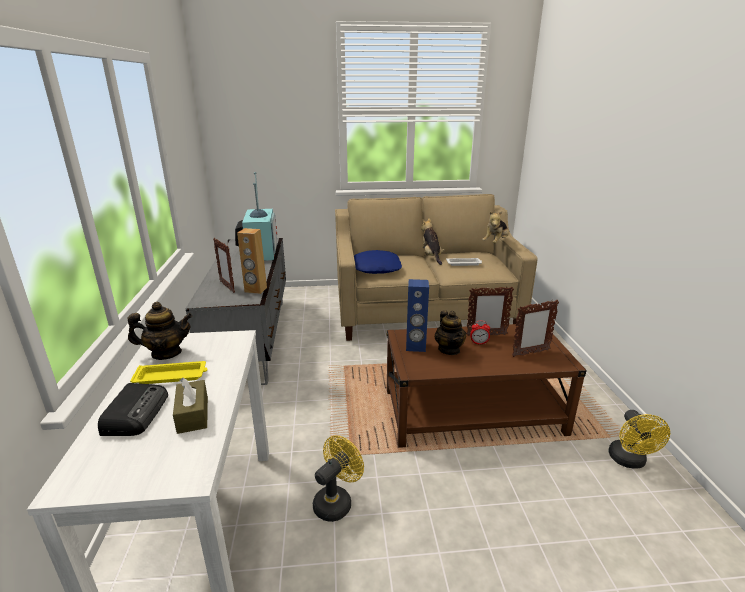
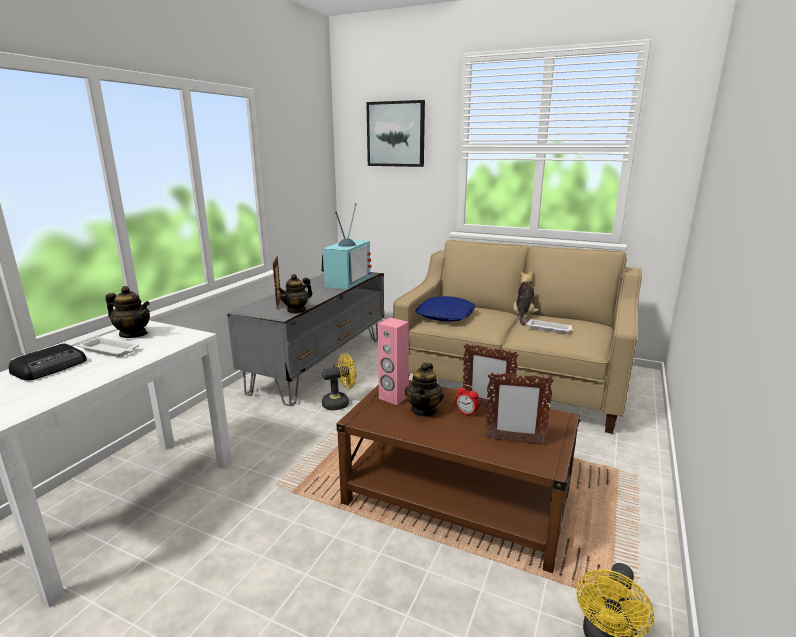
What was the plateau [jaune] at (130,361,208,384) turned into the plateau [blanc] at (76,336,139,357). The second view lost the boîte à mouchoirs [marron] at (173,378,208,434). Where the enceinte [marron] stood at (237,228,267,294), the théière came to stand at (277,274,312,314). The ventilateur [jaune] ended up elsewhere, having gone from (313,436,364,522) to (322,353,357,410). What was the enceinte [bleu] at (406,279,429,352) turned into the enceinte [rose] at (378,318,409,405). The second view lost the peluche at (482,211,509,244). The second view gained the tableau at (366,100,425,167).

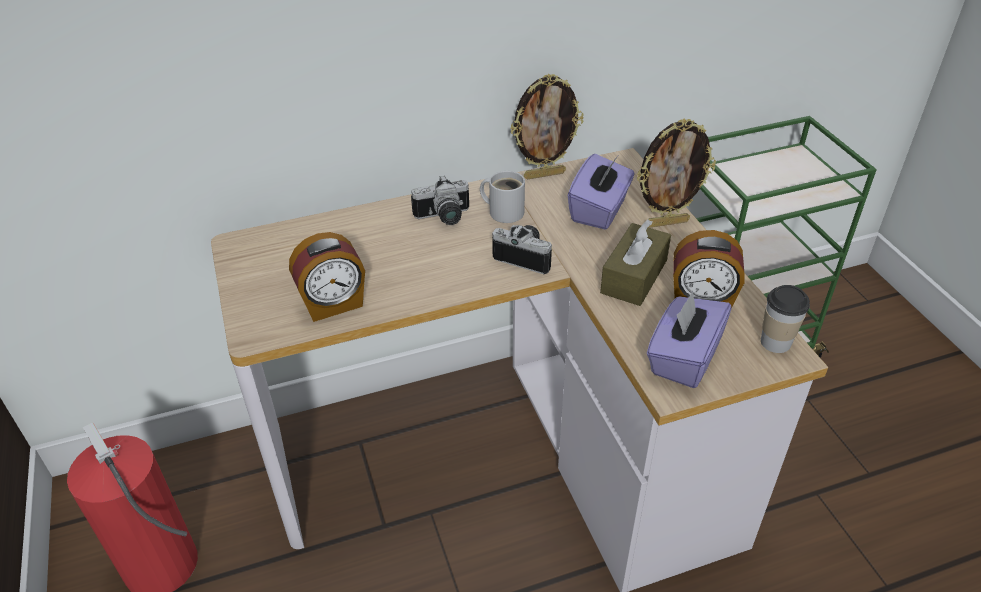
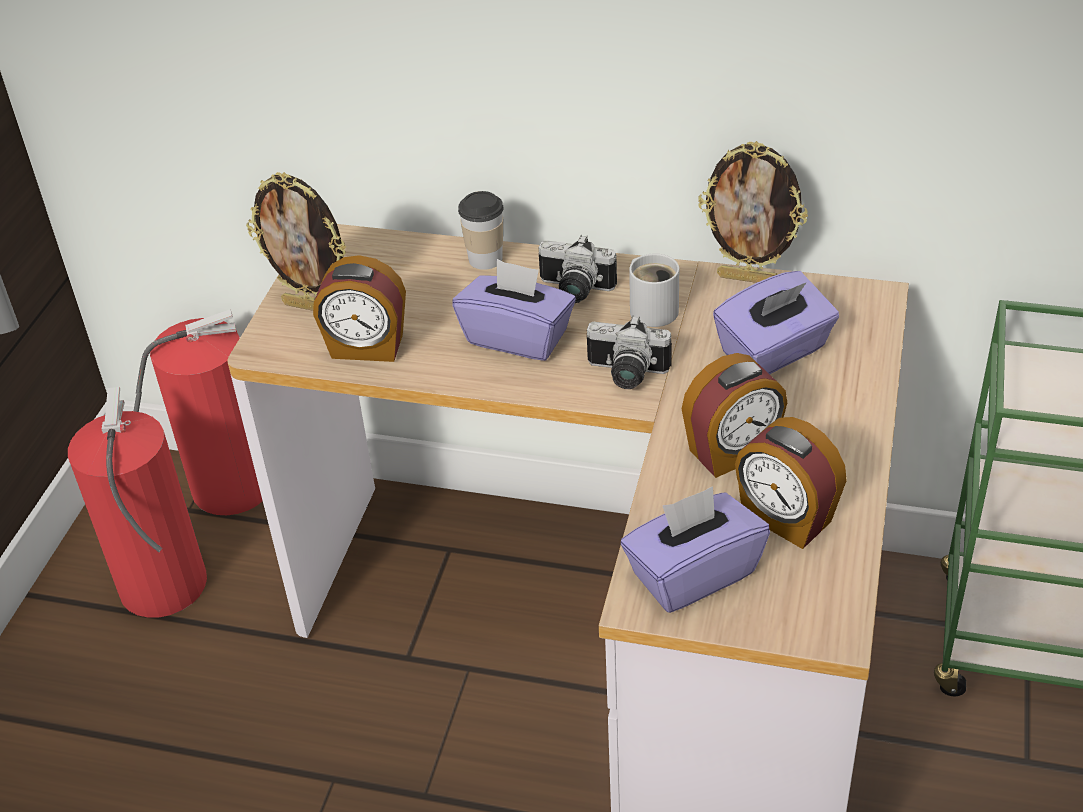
The appareil photo at (492,225,552,274) ended up facing another way, 135 degrees clockwise from before. Where the boîte à mouchoirs [marron] stood at (600,219,671,306), the réveil came to stand at (682,353,787,478). The cadre photo ended up elsewhere, having gone from (637,118,716,228) to (246,172,346,311). The tasse ended up elsewhere, having gone from (761,285,810,353) to (458,191,504,270). The second view gained the extincteur at (134,309,263,515). The second view gained the boîte à mouchoirs [violet] at (453,259,576,361).

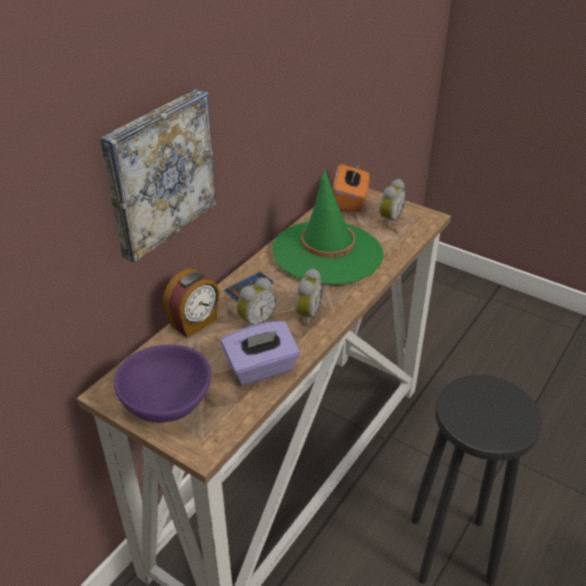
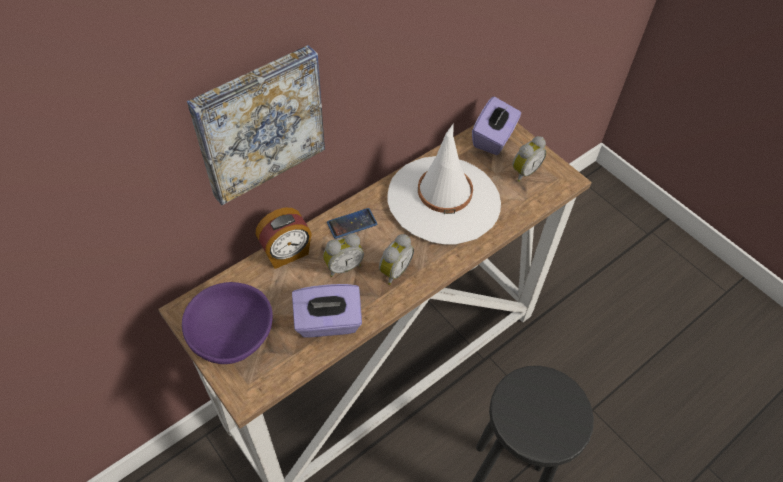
What was the chapeau [vert] at (272,169,384,285) turned into the chapeau [blanc] at (388,123,501,244). What was the boîte à mouchoirs [orange] at (333,164,370,212) turned into the boîte à mouchoirs [violet] at (472,96,521,155).

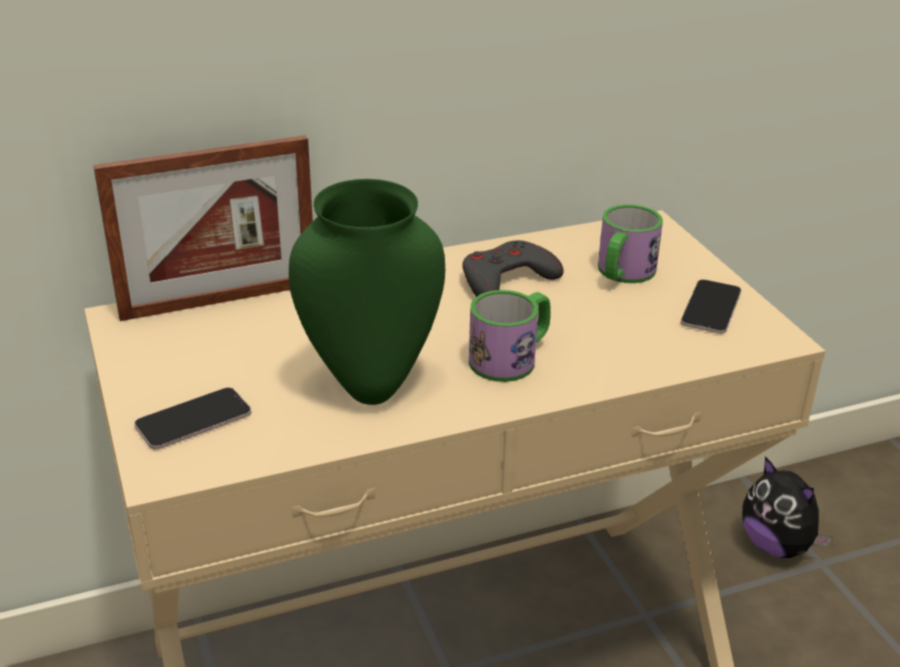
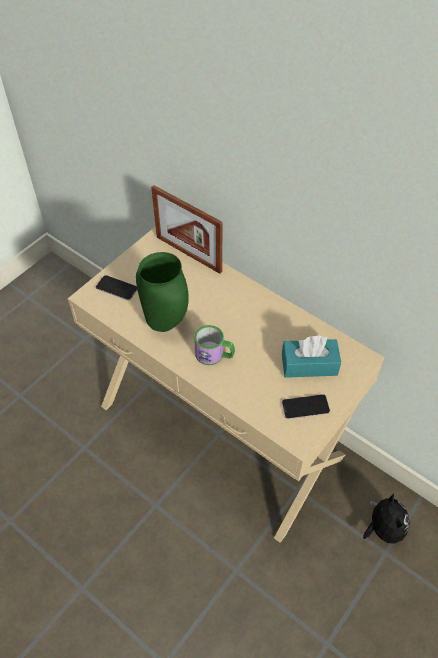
The second view lost the manette [gris] at (462,240,564,297). Where the mug stood at (598,204,663,283), the boîte à mouchoirs [turquoise] came to stand at (282,335,341,378). The peluche at (742,456,832,558) ended up facing another way, 150 degrees clockwise from before.

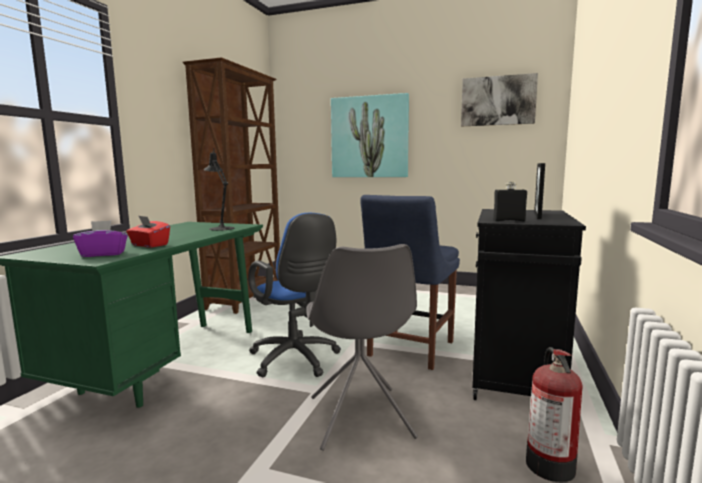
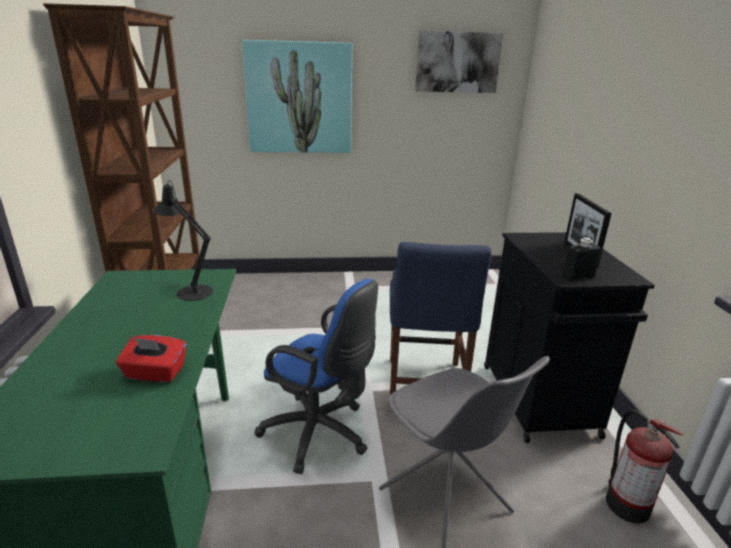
The second view lost the boîte à mouchoirs [violet] at (73,220,128,257).

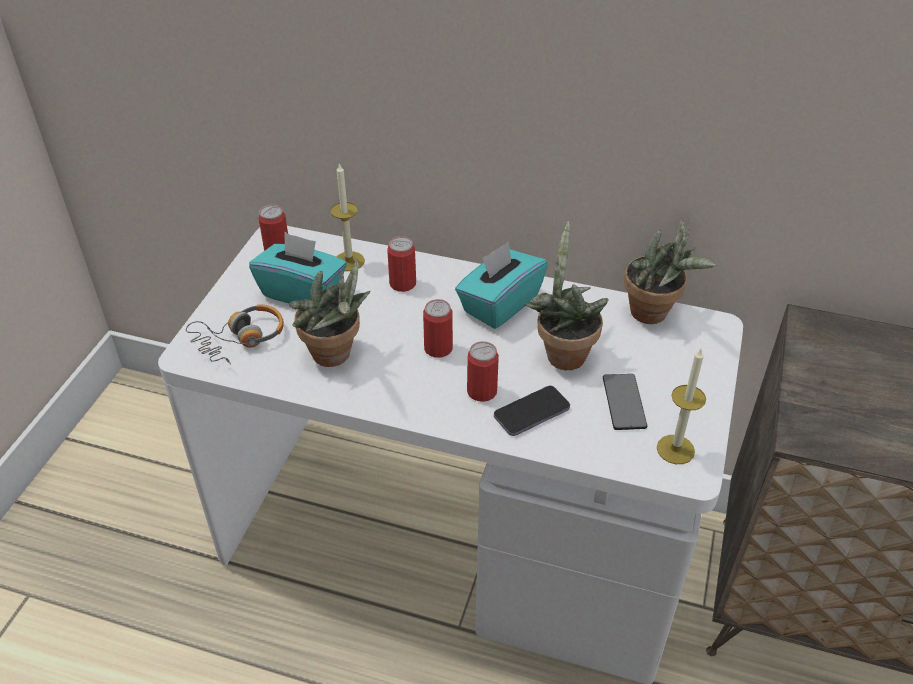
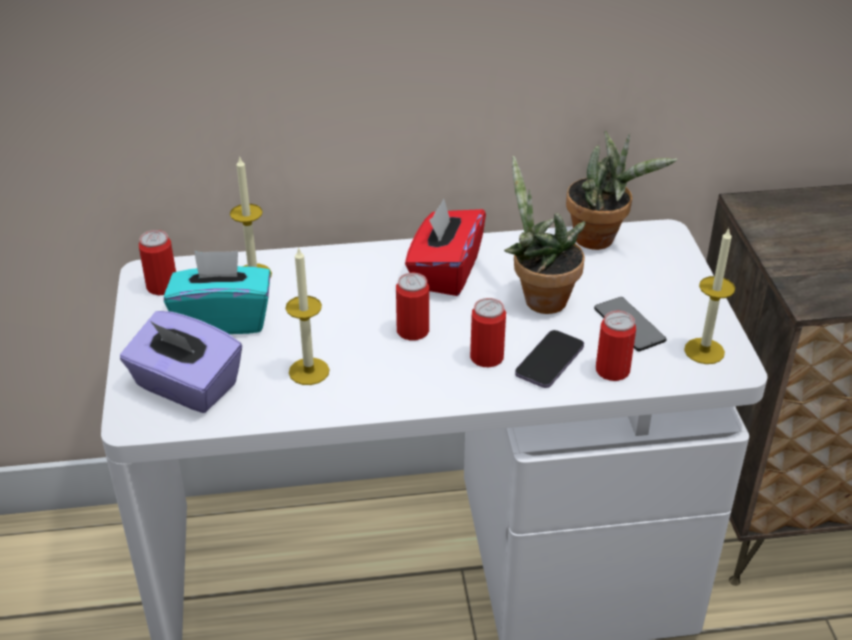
Where the casque audio stood at (186,304,284,365), the boîte à mouchoirs [violet] came to stand at (120,311,242,413). Where the plante en pot stood at (289,258,371,367), the bougie came to stand at (286,247,330,385). The boîte métallique ended up elsewhere, having gone from (387,236,416,292) to (596,311,636,381). What was the boîte à mouchoirs [turquoise] at (455,242,548,329) turned into the boîte à mouchoirs [rouge] at (405,198,486,296).

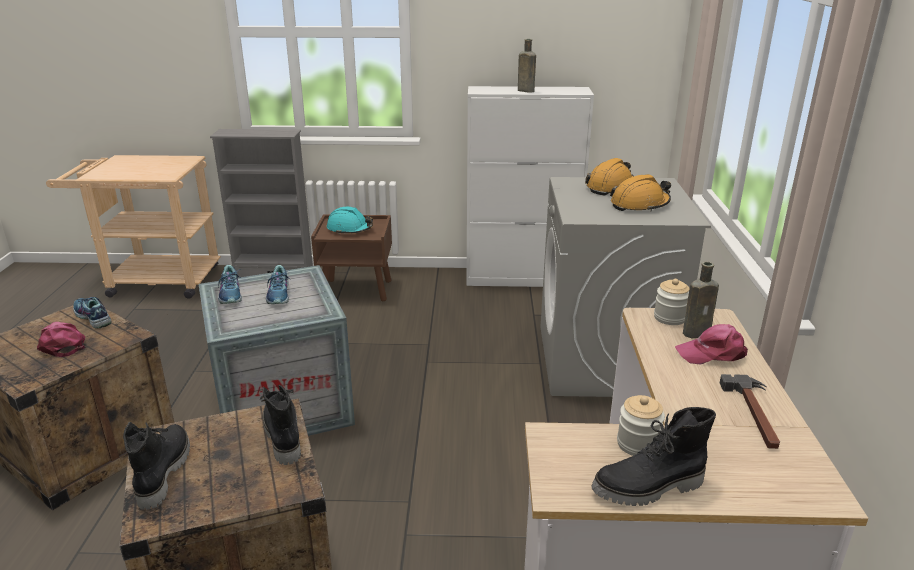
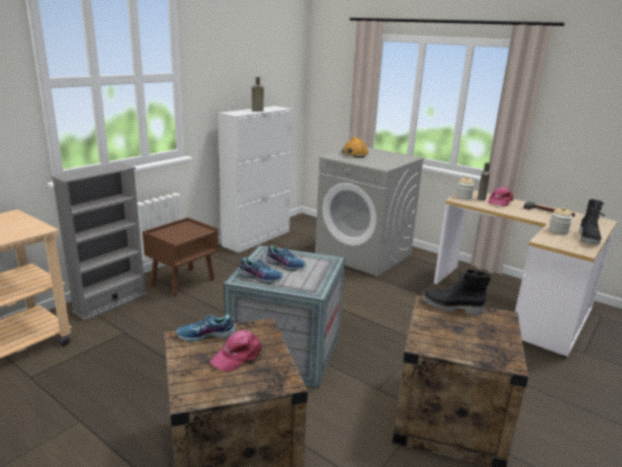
The casquette [rose] at (37,322,85,357) ended up facing another way, 45 degrees counterclockwise from before. The second view lost the botte [noir] at (123,422,190,510). The second view lost the casque de chantier [turquoise] at (327,207,373,235). The second view lost the casque de chantier [orange] at (610,174,671,212).

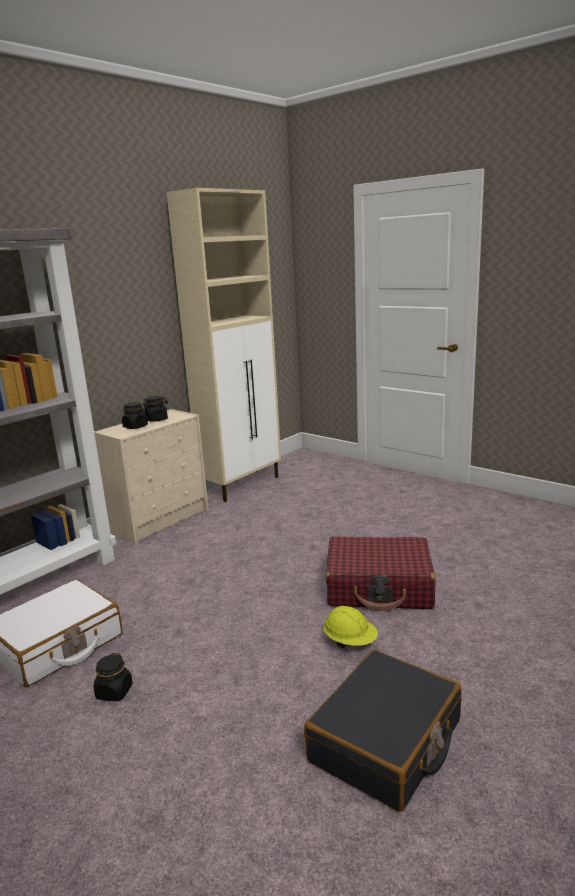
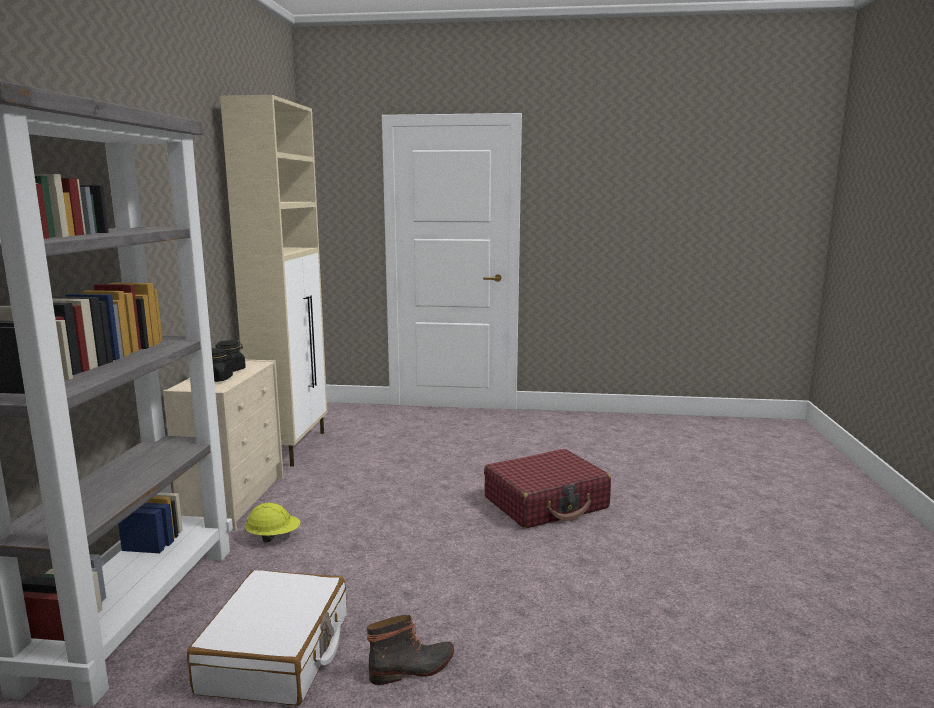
Where the bocal [noir] stood at (94,653,133,701), the botte came to stand at (367,615,454,685). The second view lost the valise [noir] at (304,650,462,812). The casque de chantier [jaune] ended up elsewhere, having gone from (323,606,378,648) to (245,503,301,542).

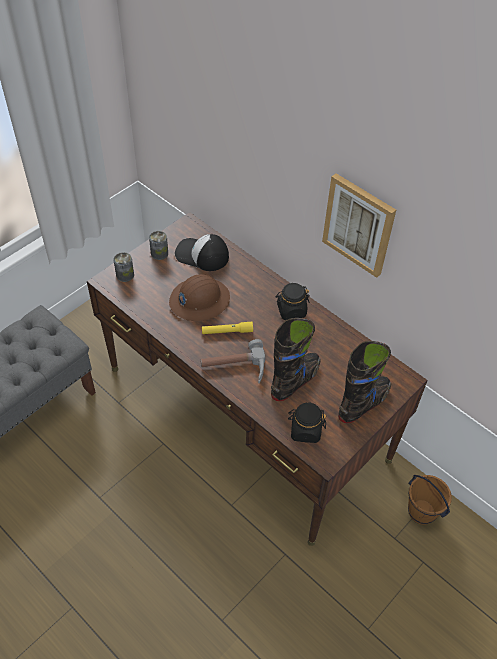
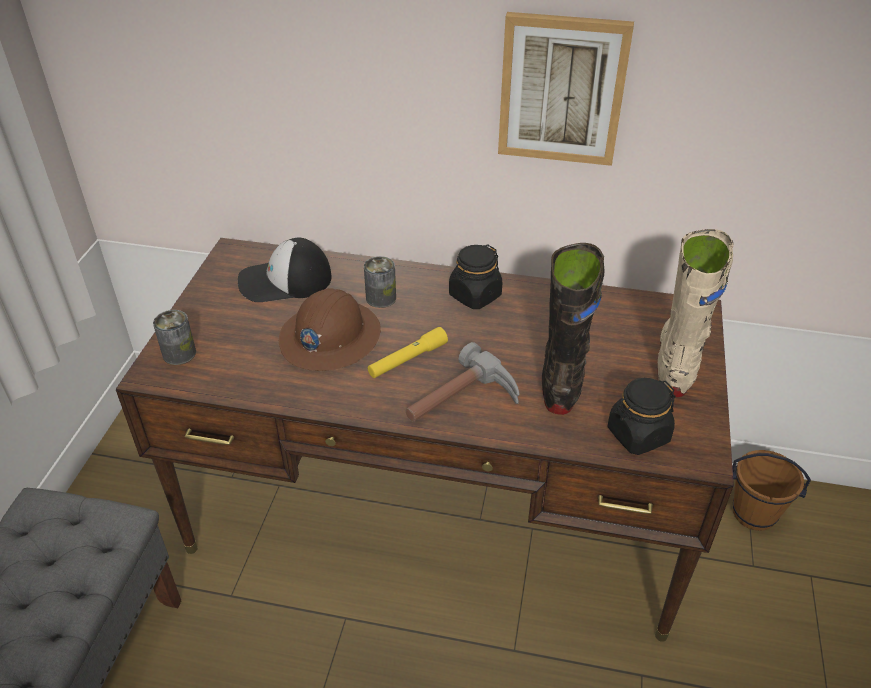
The boîte métallique ended up elsewhere, having gone from (149,231,168,260) to (364,256,396,308). What was the botte [noir] at (338,341,391,423) turned into the botte [beige] at (658,229,734,397).

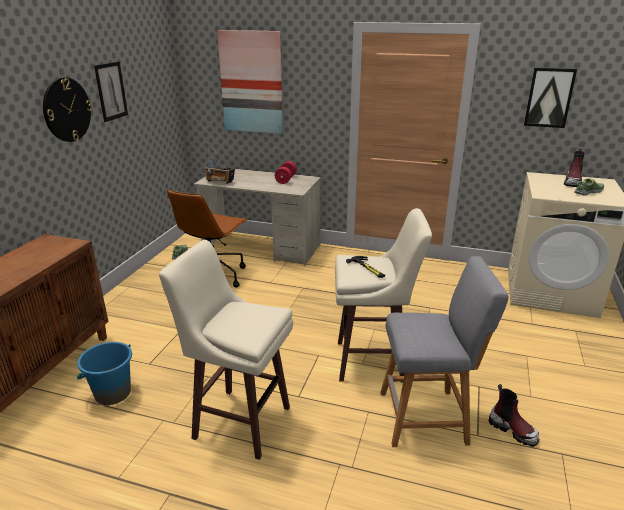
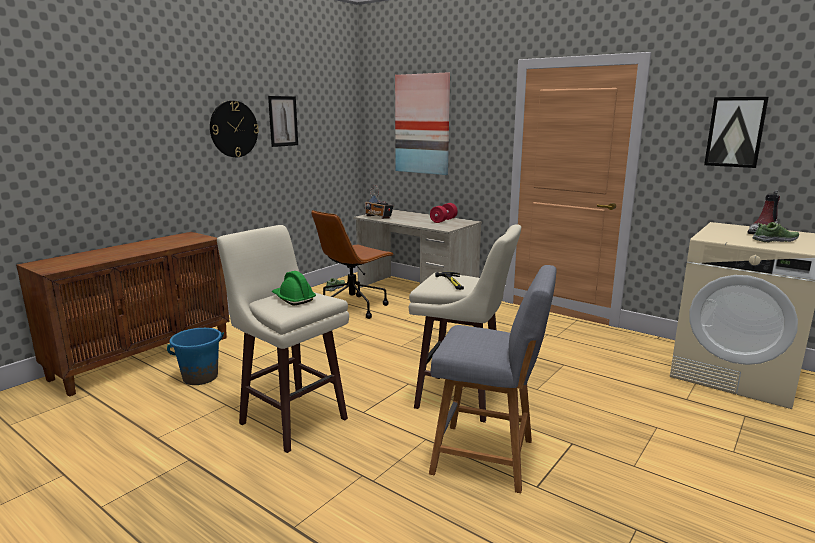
The second view lost the botte at (489,384,539,447). The second view gained the casque de chantier [vert] at (272,271,316,305).

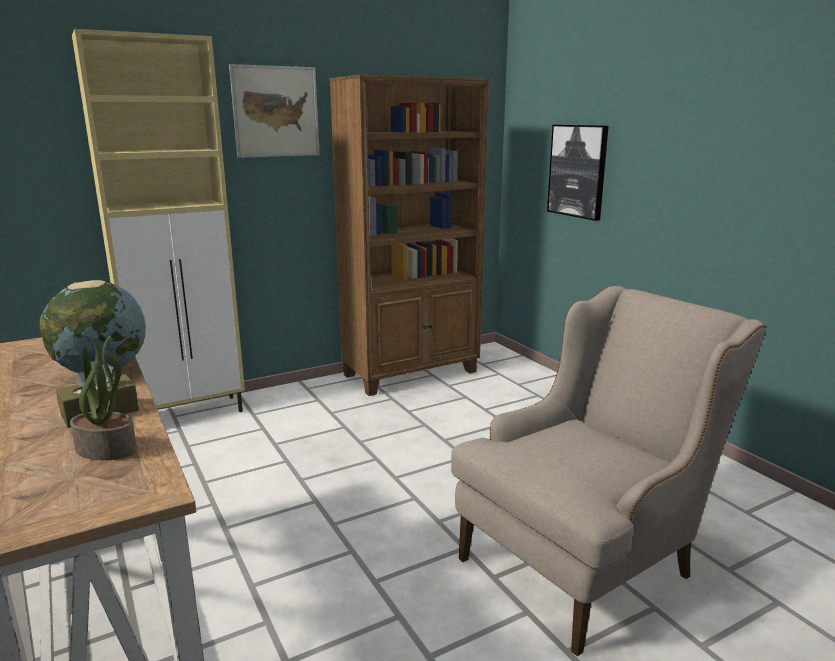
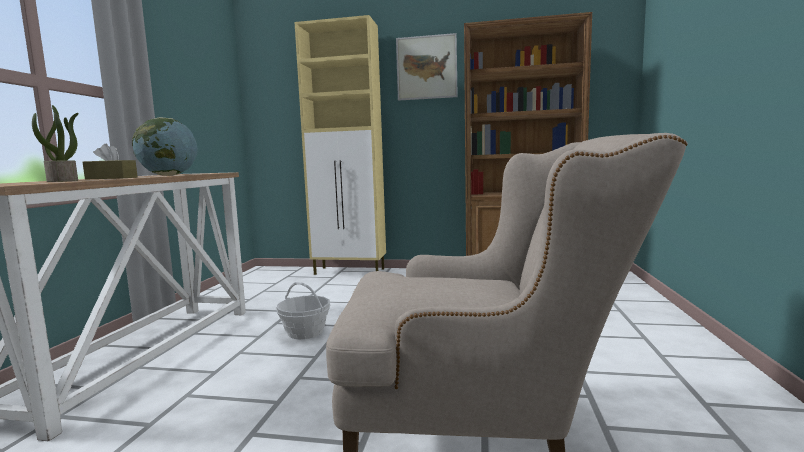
The second view lost the tableau at (547,125,609,221). The second view gained the panier at (276,282,330,339).

